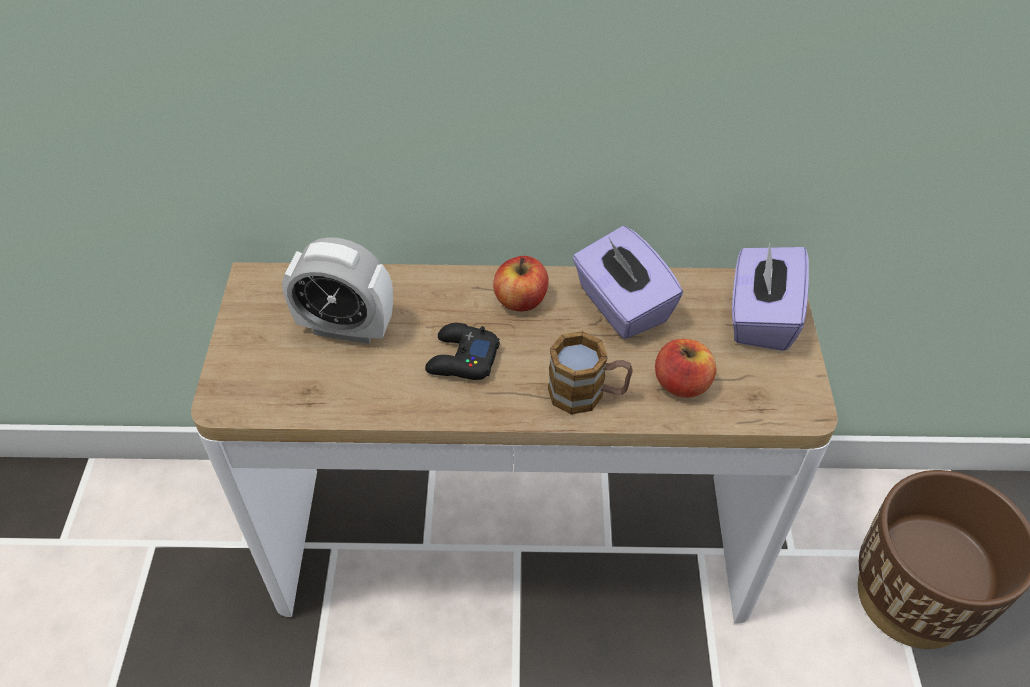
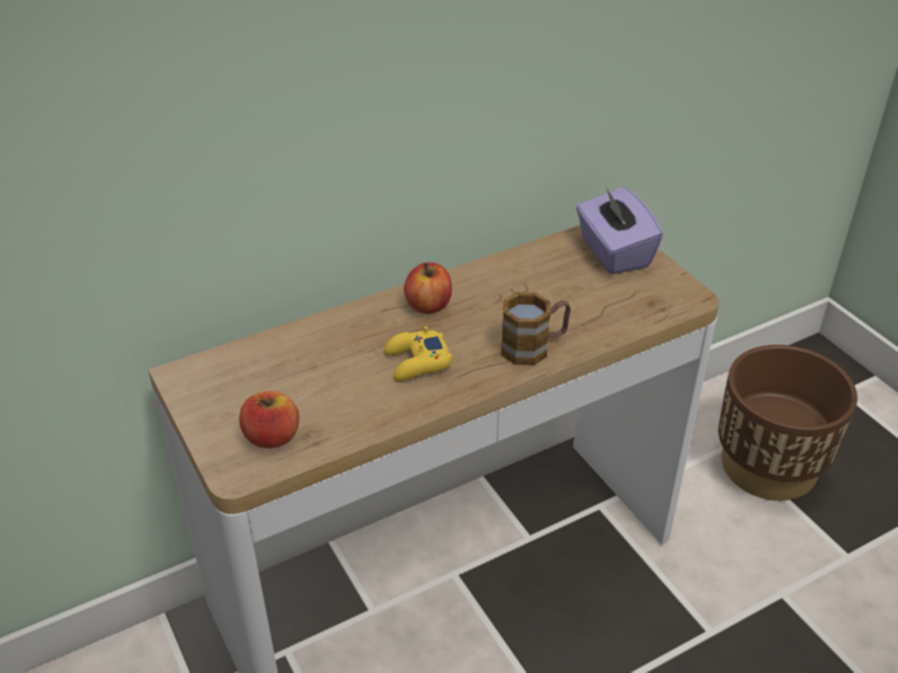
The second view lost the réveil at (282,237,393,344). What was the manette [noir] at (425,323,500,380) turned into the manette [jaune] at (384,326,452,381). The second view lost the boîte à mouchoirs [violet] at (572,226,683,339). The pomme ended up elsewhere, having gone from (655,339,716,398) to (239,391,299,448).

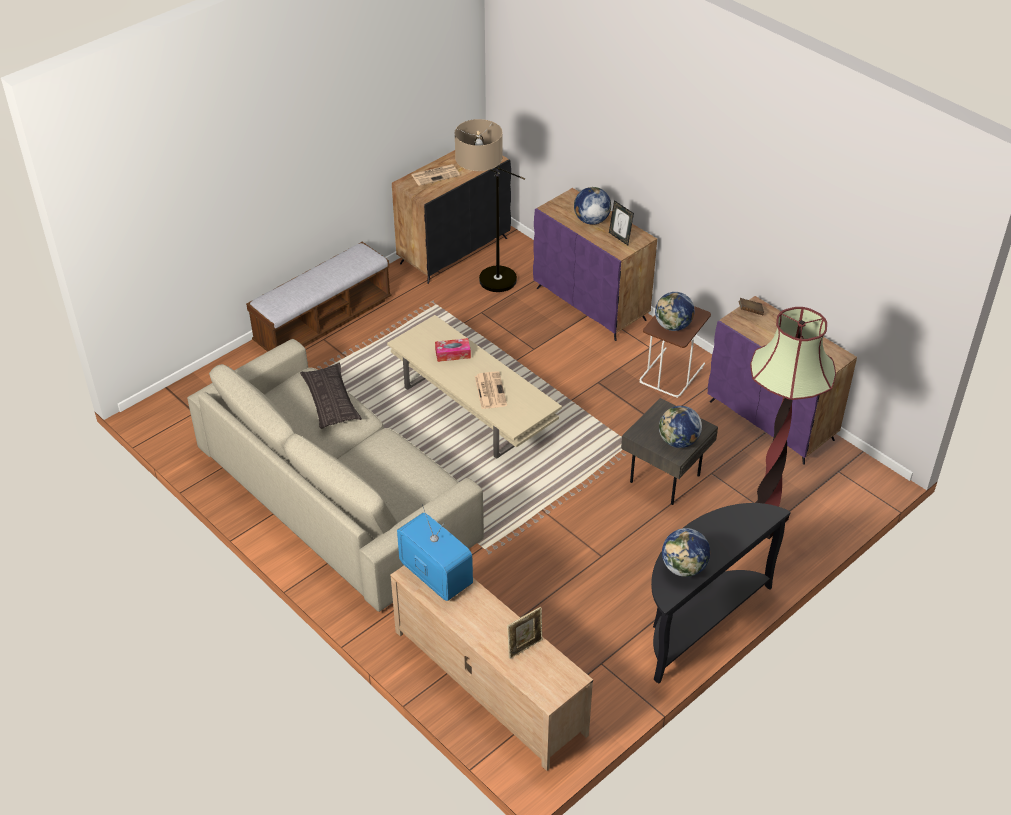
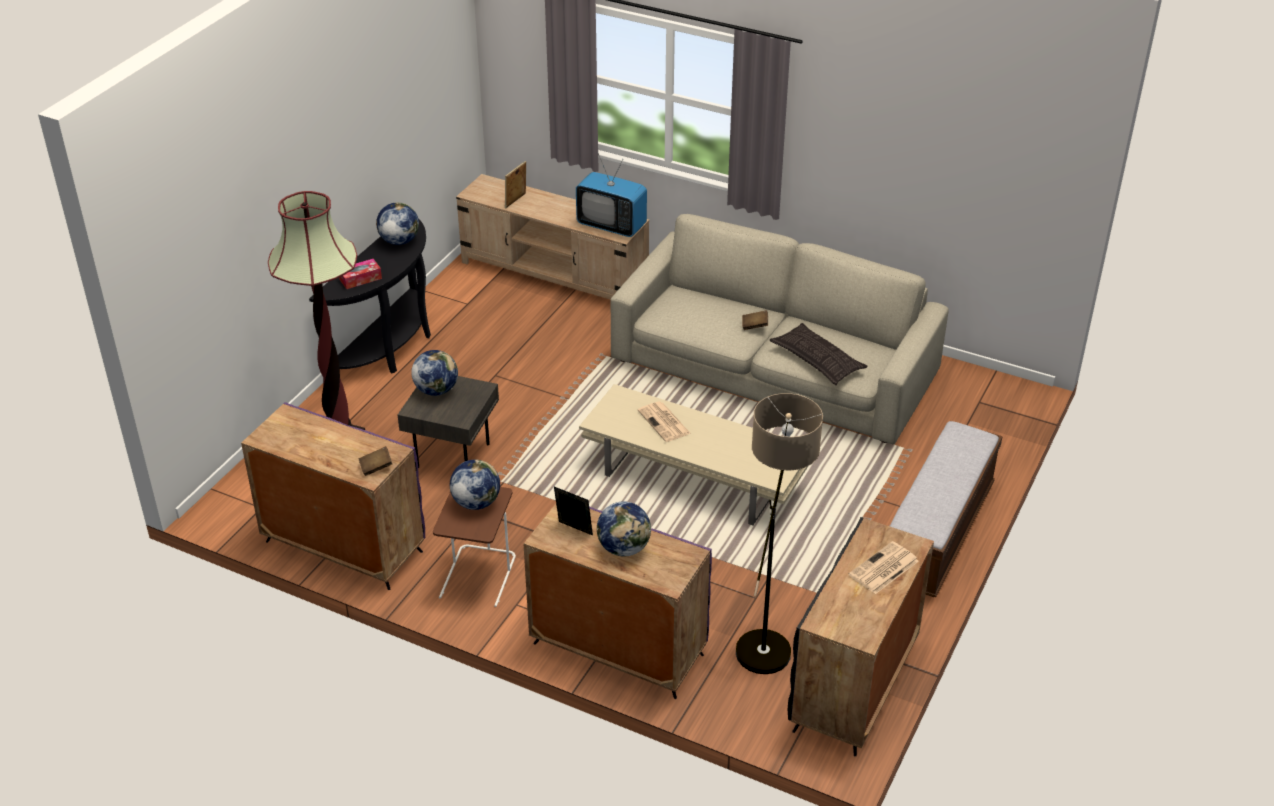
The boîte à mouchoirs ended up elsewhere, having gone from (435,338,471,362) to (339,259,382,289). The second view gained the livre [marron] at (742,310,768,330).

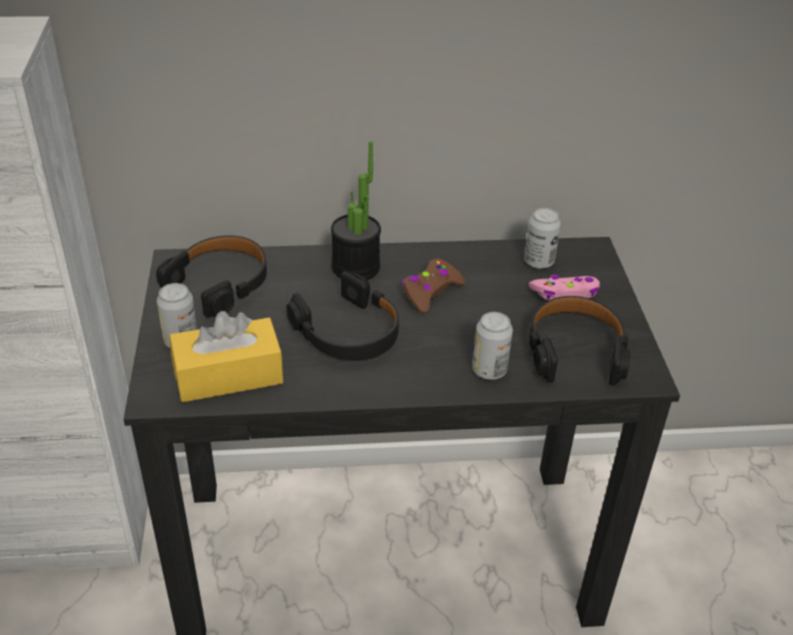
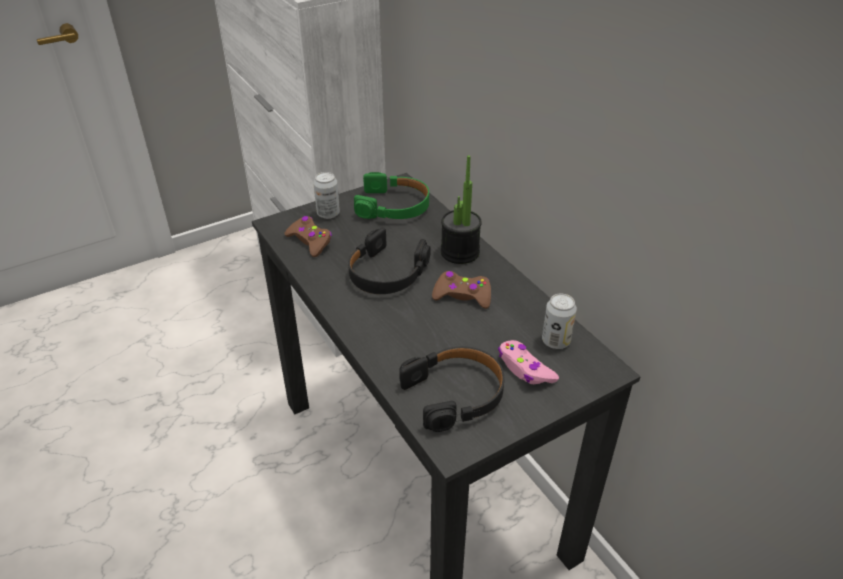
What was the casque audio [noir] at (156,235,267,318) turned into the casque audio [vert] at (354,172,429,219). Where the boîte à mouchoirs [jaune] stood at (169,311,283,402), the manette [marron] came to stand at (284,216,332,257). The second view lost the boîte métallique at (472,312,513,380).

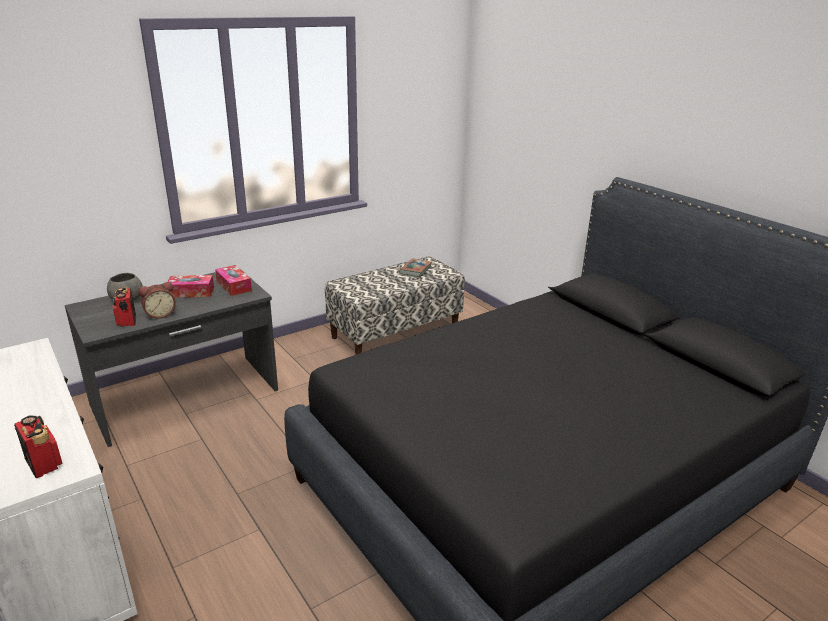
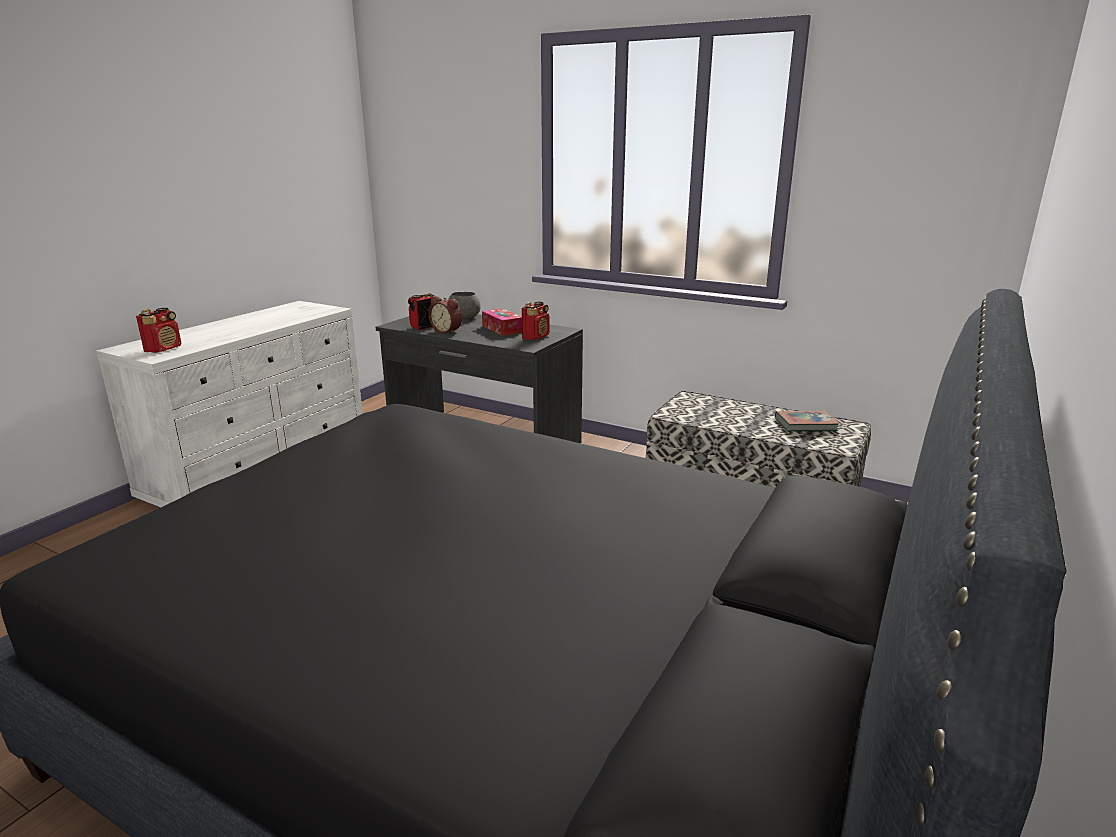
Where the boîte à mouchoirs stood at (215,265,252,296), the radio came to stand at (522,301,549,340).

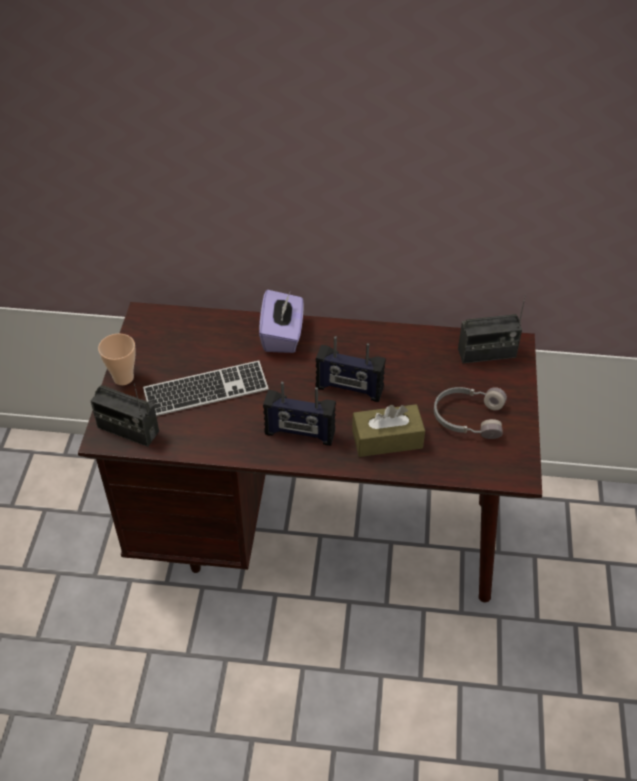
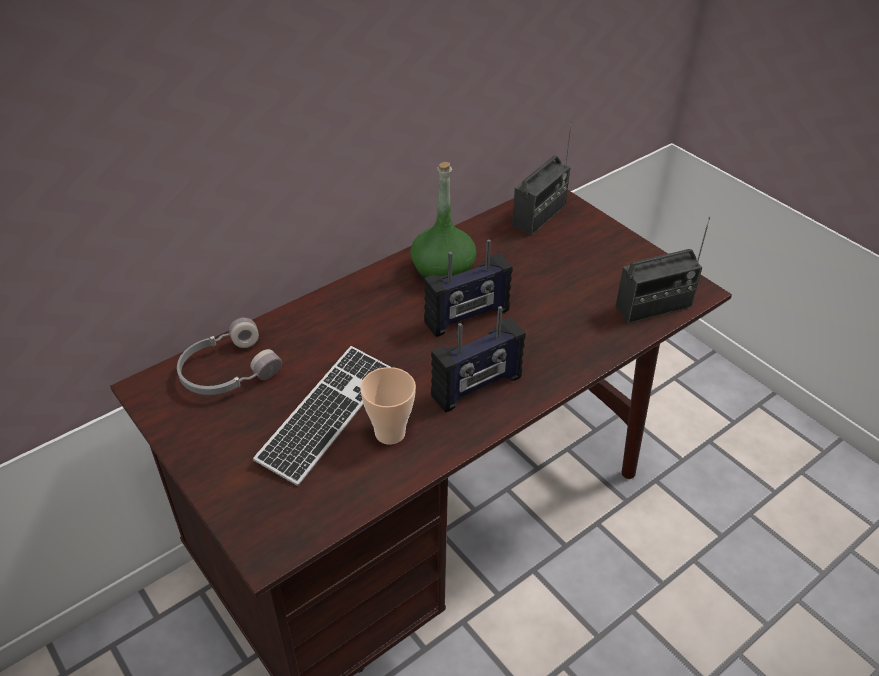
The radio ended up elsewhere, having gone from (91,383,159,447) to (615,217,710,323). The tasse ended up elsewhere, having gone from (98,333,136,385) to (360,367,416,445). The second view lost the boîte à mouchoirs [violet] at (259,290,304,353). The second view lost the boîte à mouchoirs [marron] at (352,404,425,457). The casque audio [gris] ended up elsewhere, having gone from (434,387,507,439) to (177,318,282,395). The second view gained the bouteille [vert] at (410,162,476,279).

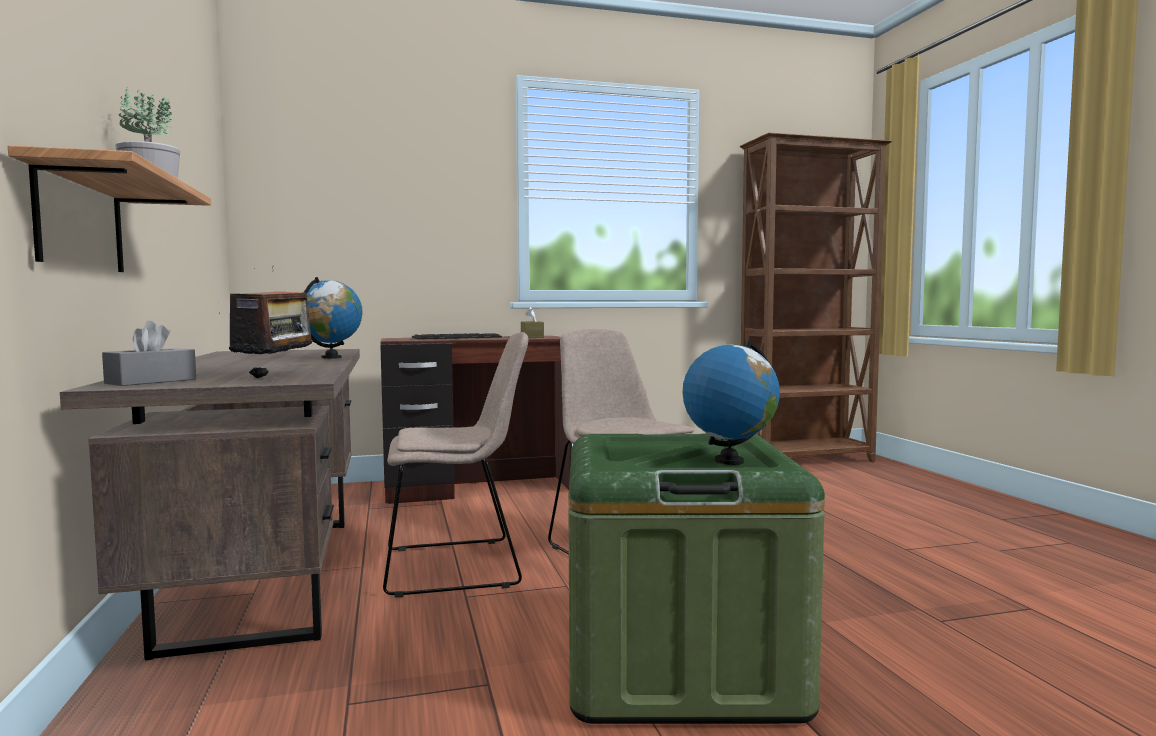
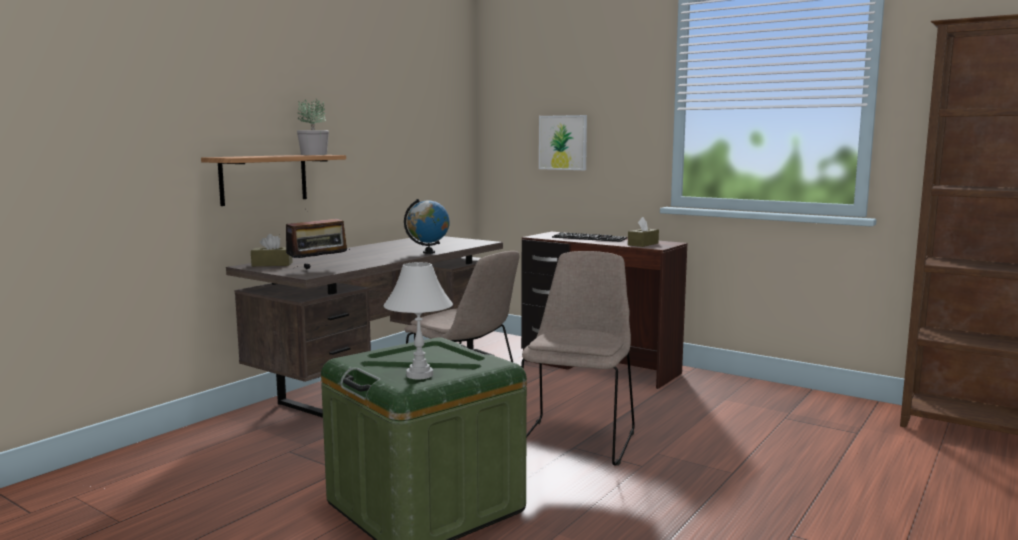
What was the boîte à mouchoirs [gris] at (102,321,196,386) turned into the boîte à mouchoirs [marron] at (251,234,293,266). Where the globe stood at (682,340,780,465), the lampe de table [blanc] came to stand at (384,262,453,379). The second view gained the tableau at (539,115,587,170).

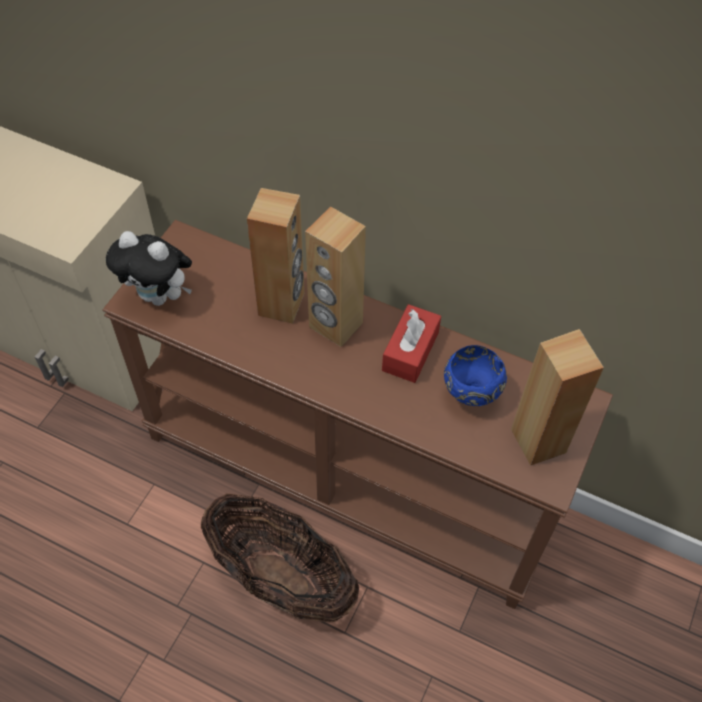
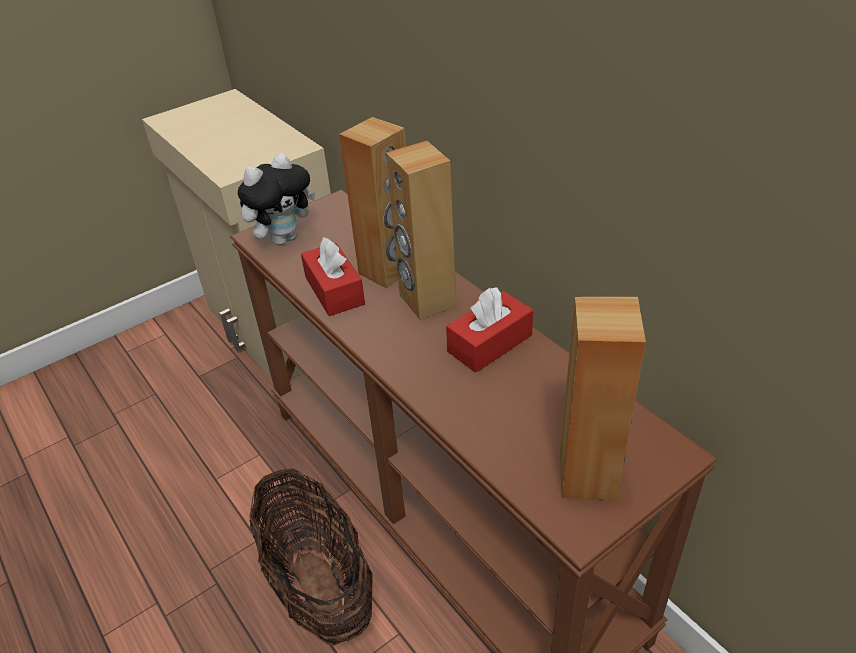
The peluche at (106,231,192,306) ended up facing another way, 90 degrees counterclockwise from before. The second view lost the bol [bleu] at (444,345,507,406). The second view gained the boîte à mouchoirs [rouge] at (301,237,365,316).

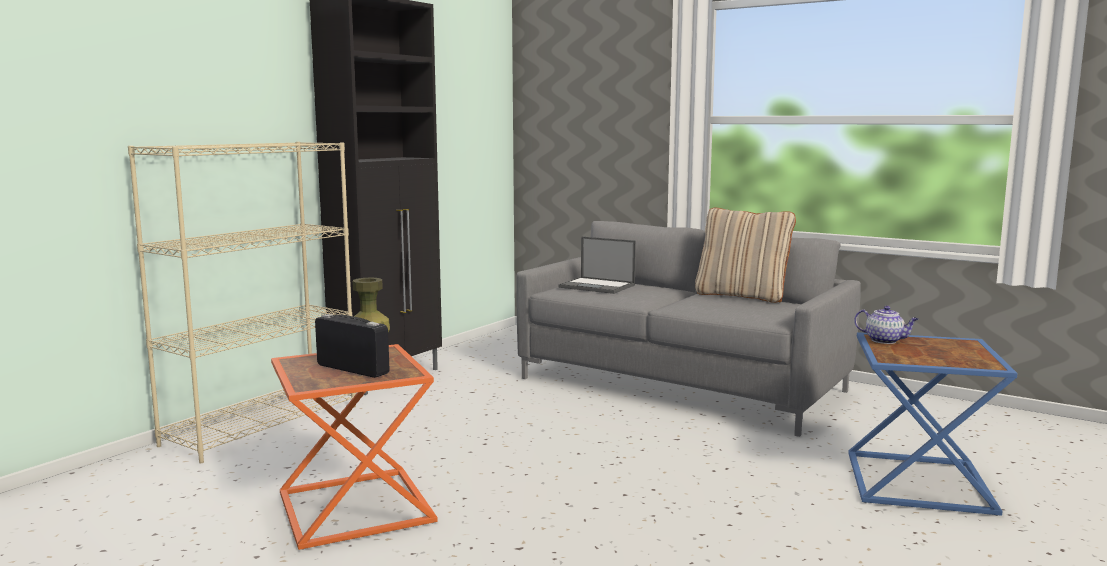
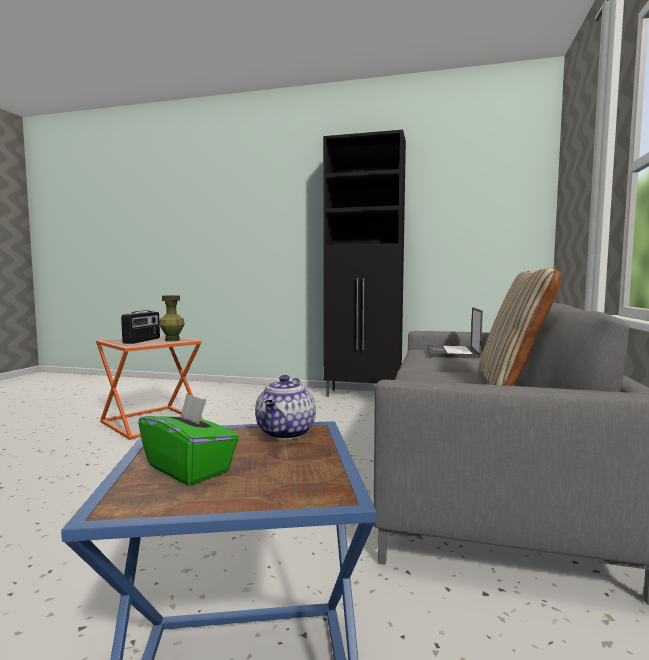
The second view lost the bibliothèque [beige] at (128,142,356,463). The second view gained the boîte à mouchoirs [vert] at (138,393,239,486).

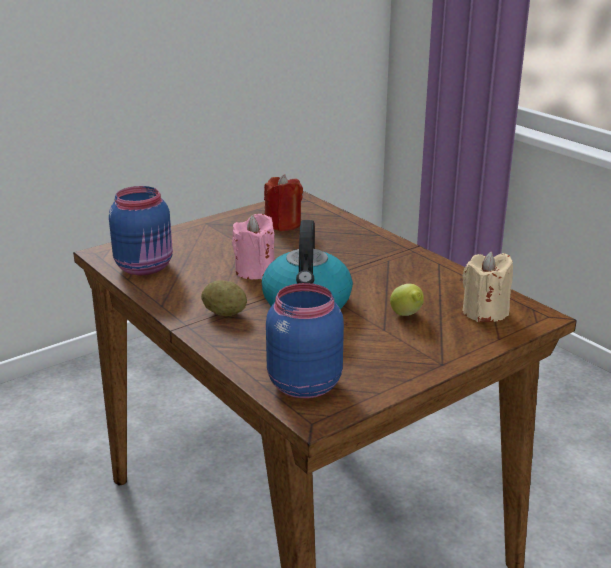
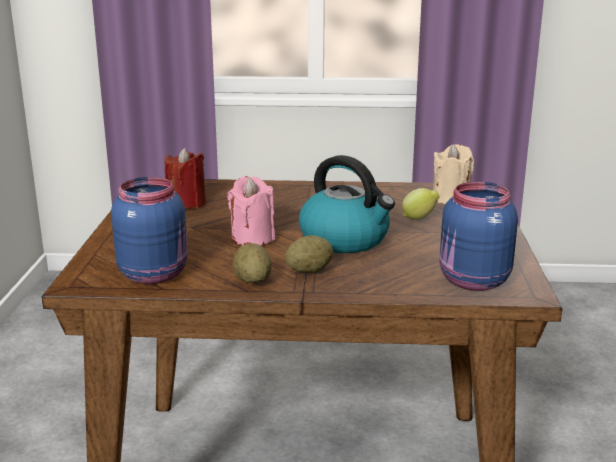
The second view gained the pomme de terre at (233,243,272,283).

